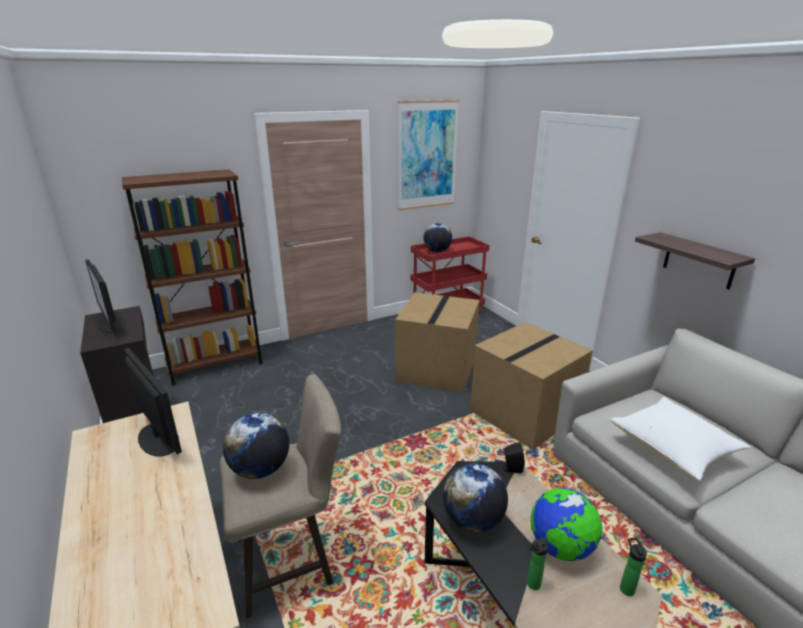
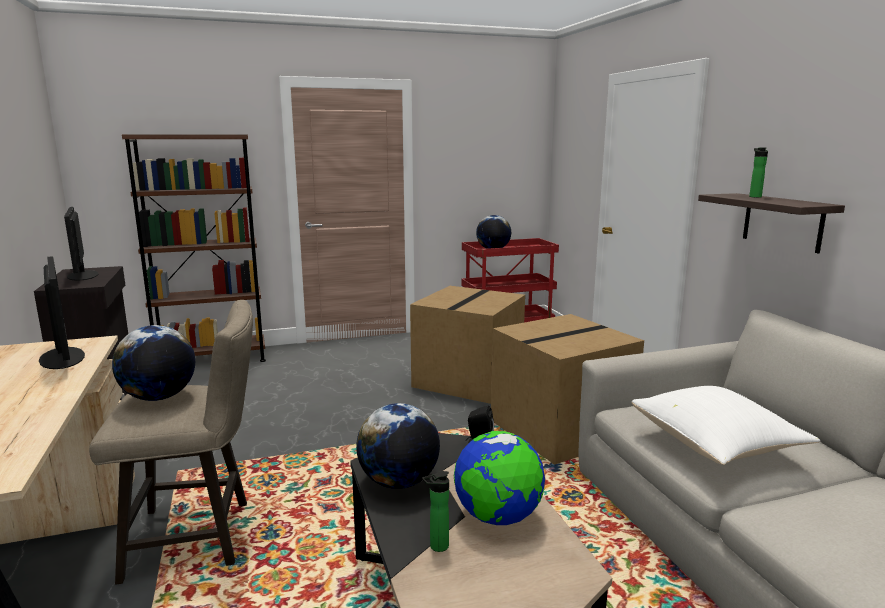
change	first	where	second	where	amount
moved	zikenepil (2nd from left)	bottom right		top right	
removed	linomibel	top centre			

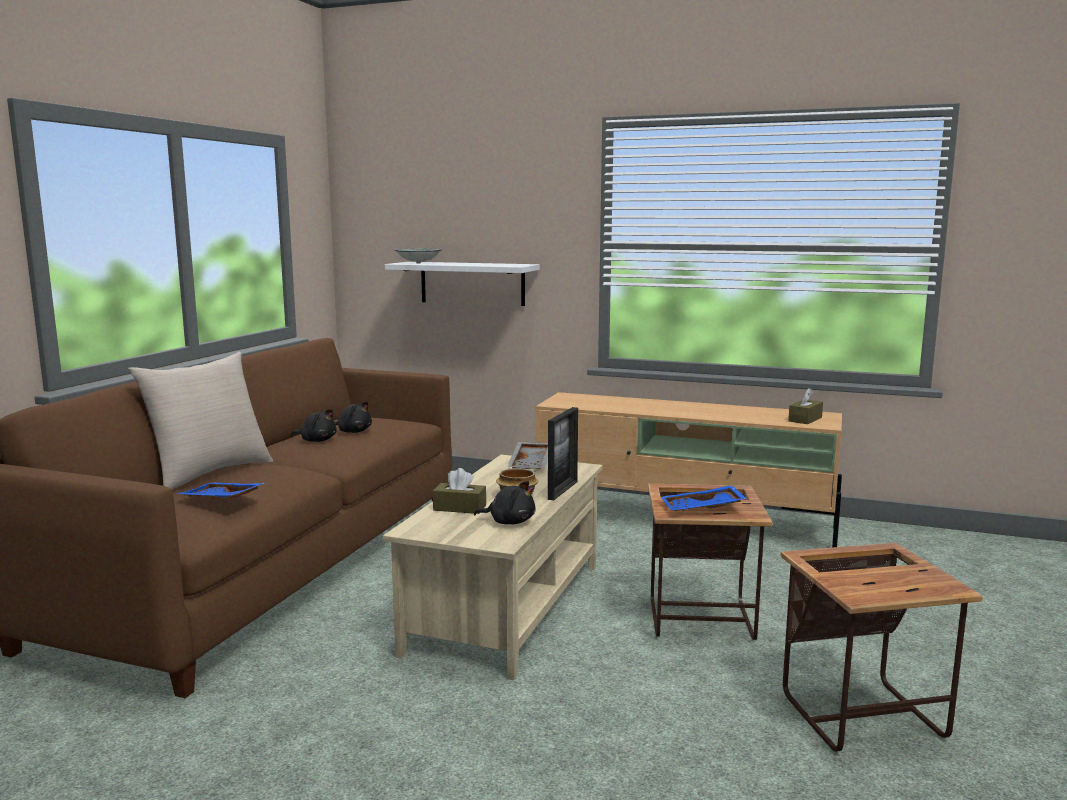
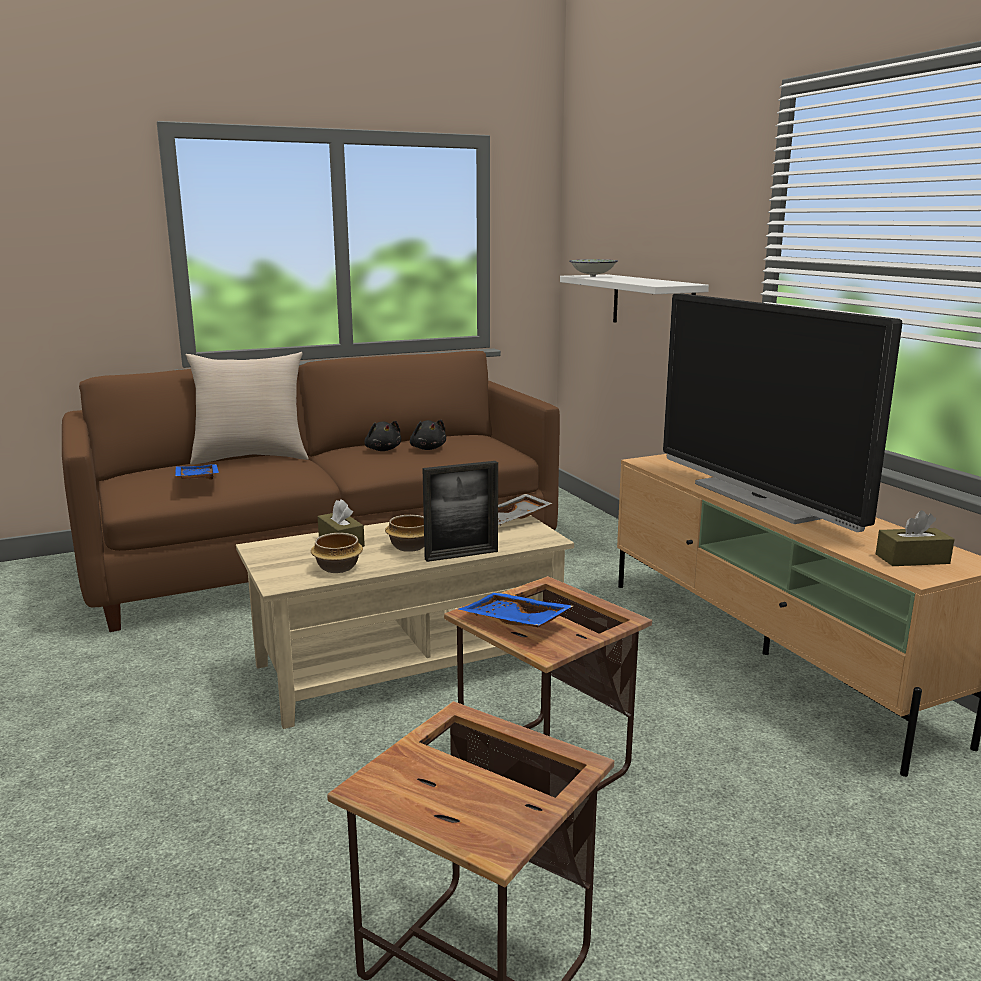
change	first	where	second	where	amount
replaced	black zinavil (3rd from left)	centre	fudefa (1st from left)	centre	
added			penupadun	middle right	

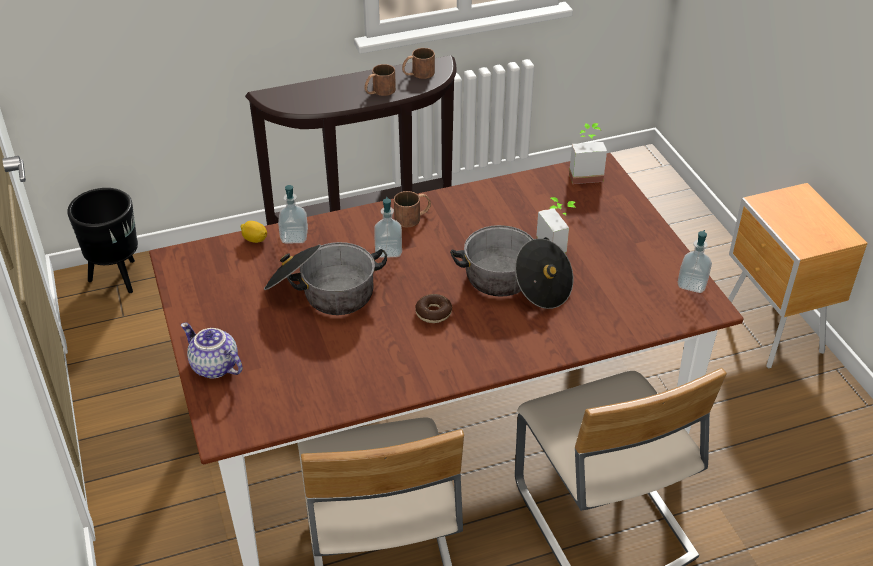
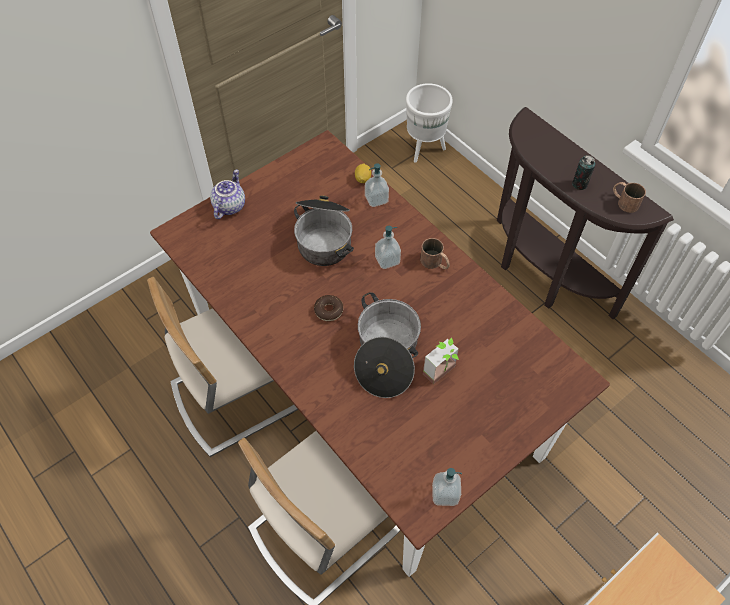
change	first	where	second	where	amount
recoloured	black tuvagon	middle left	white tuvagon	top centre	
replaced	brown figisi (1st from left)	top centre	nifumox	top right	
removed	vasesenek (2nd from left)	top right			

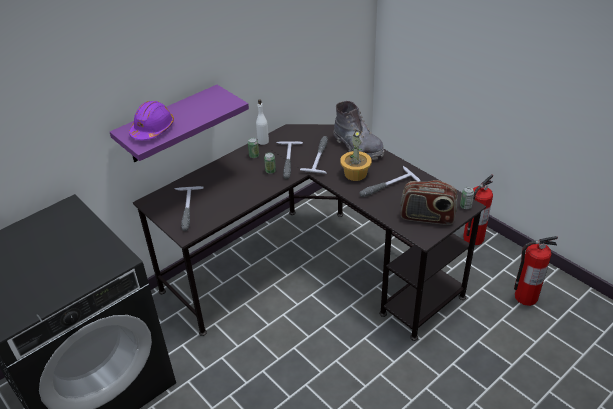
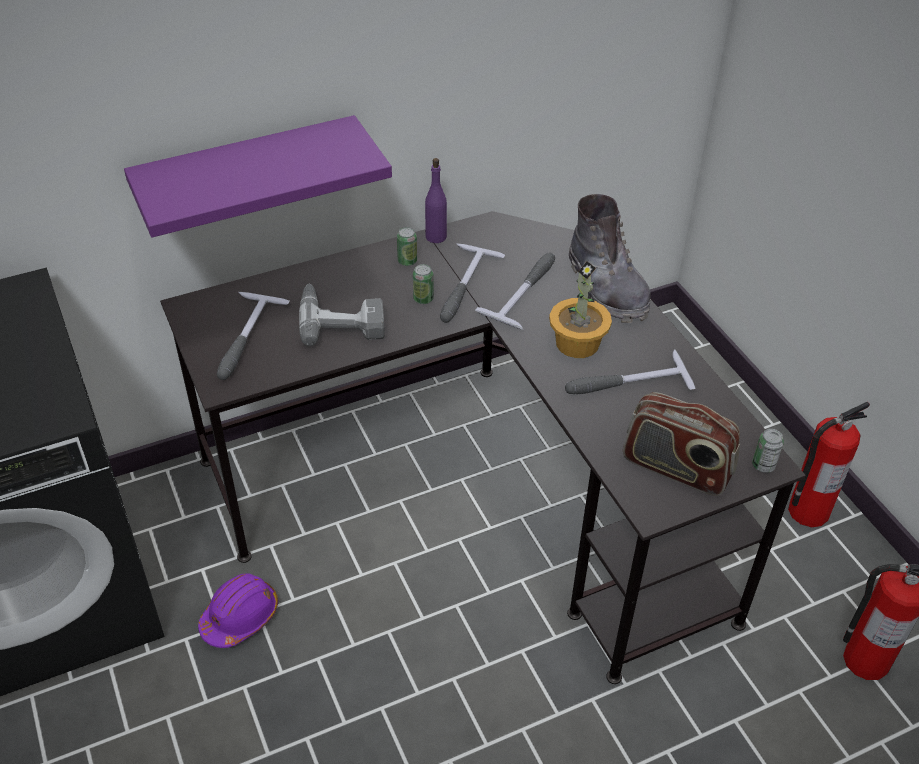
change	first	where	second	where	amount
moved	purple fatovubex	top left		bottom left	
added			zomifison	centre	
recoloured	white zikenepil	top centre	purple zikenepil	top centre	

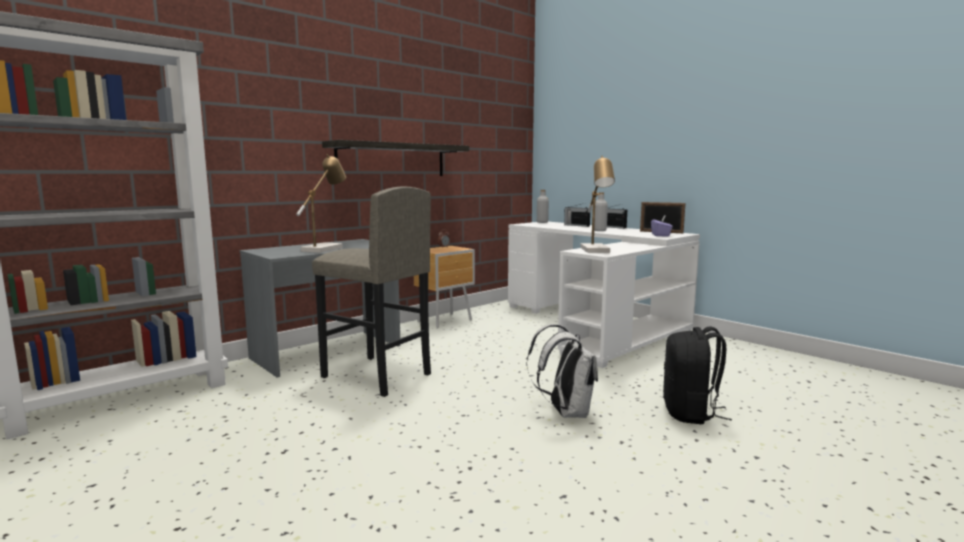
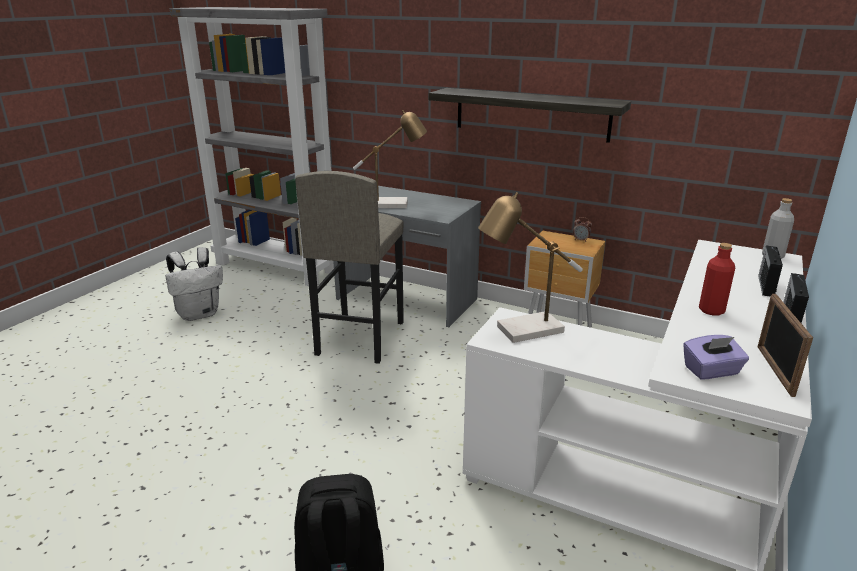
change	first	where	second	where	amount
moved	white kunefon	bottom centre		middle left	
recoloured	grey zikenepil (2nd from left)	centre	red zikenepil	middle right	

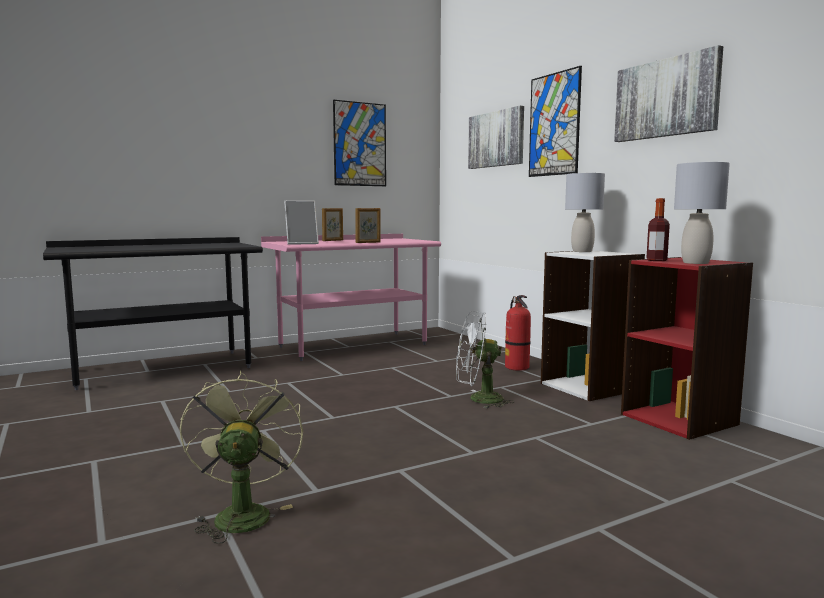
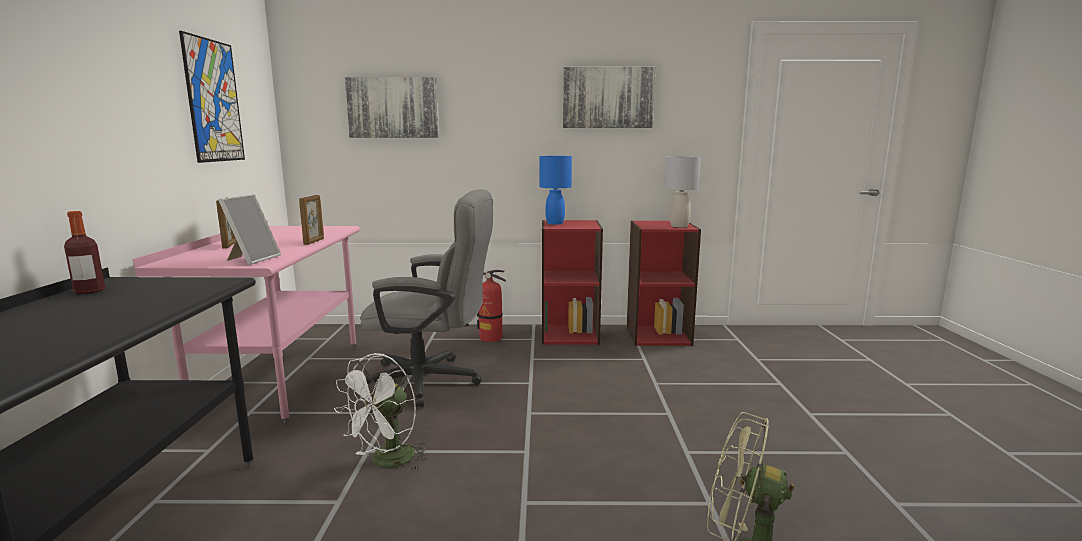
change	first	where	second	where	amount
moved	zikenepil	middle right		middle left	
moved	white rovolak	centre		bottom centre	
added			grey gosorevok	centre	
recoloured	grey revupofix (1st from left)	middle right	blue revupofix	centre	
recoloured	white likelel	middle right	red likelel (1st from left)	centre	
removed	linomibel (3rd from left)	top right			

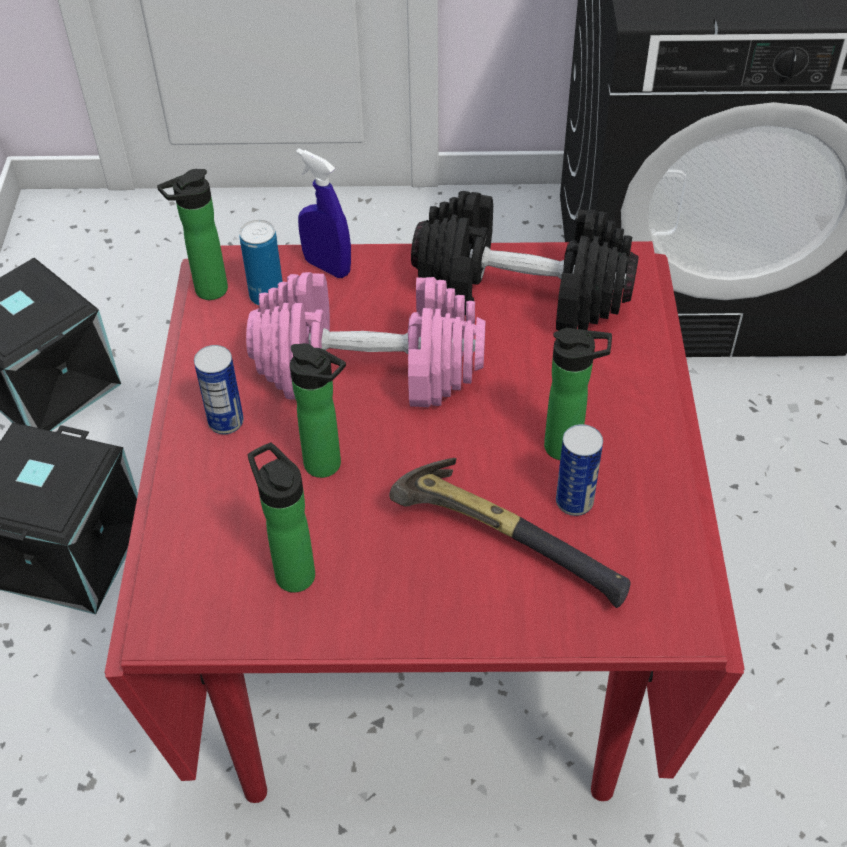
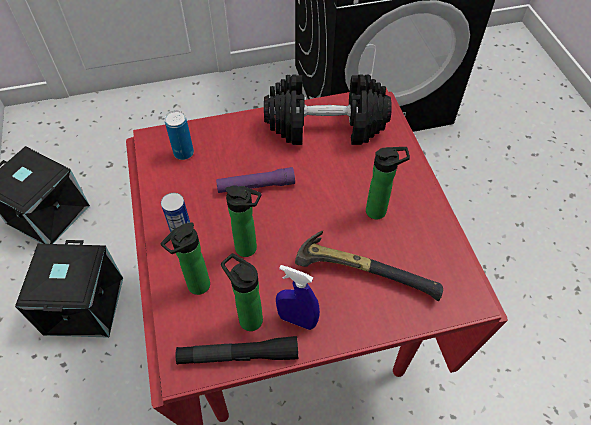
change	first	where	second	where	amount
moved	zikenepil (1st from left)	top left		middle left	
added			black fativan	bottom centre	
replaced	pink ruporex	centre	purple fativan	centre	
moved	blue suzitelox	top centre		bottom centre	
removed	nifumox (3rd from left)	middle right			

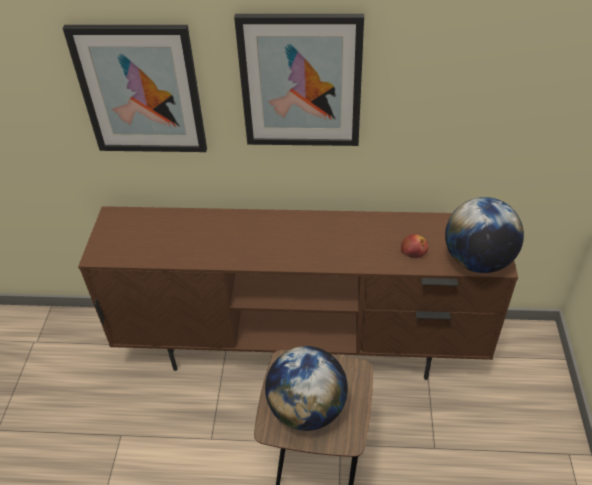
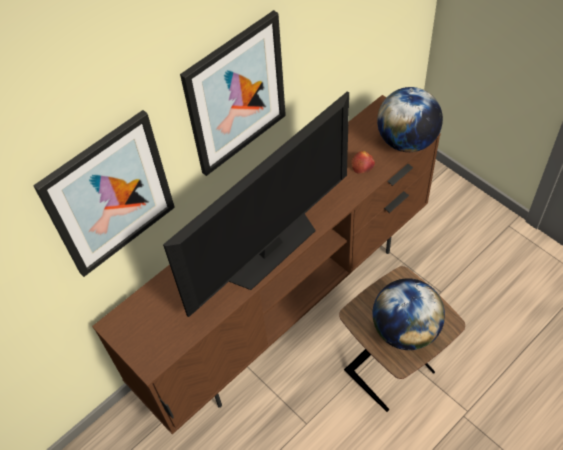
change	first	where	second	where	amount
added			penupadun	centre	

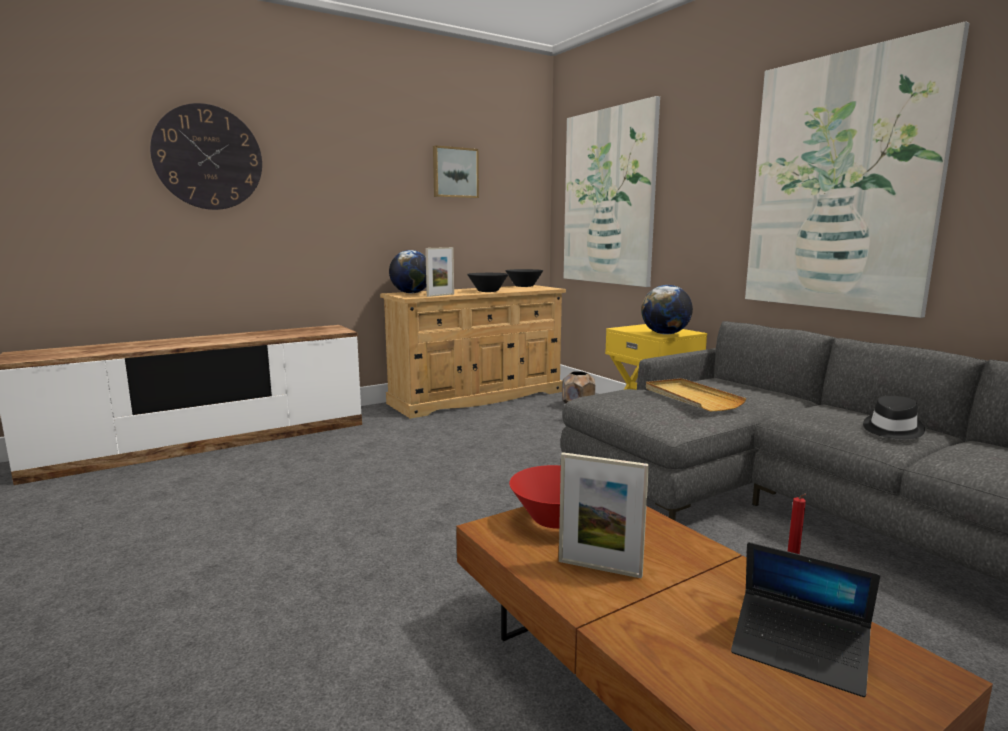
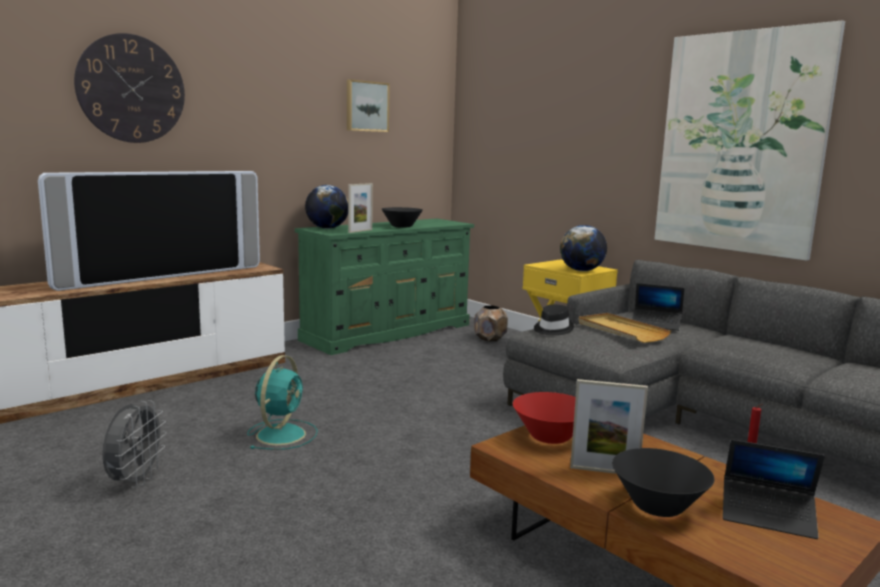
change	first	where	second	where	amount
added			penupadun	middle left	
added			grey rovolak	bottom left	
added			turquoise rovolak	bottom left	
recoloured	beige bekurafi	centre	green bekurafi	centre	
moved	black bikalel	middle right		centre	
moved	black fudefa (2nd from left)	centre		bottom right	
added			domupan (1st from left)	middle right	
removed	linomibel (2nd from left)	top centre			

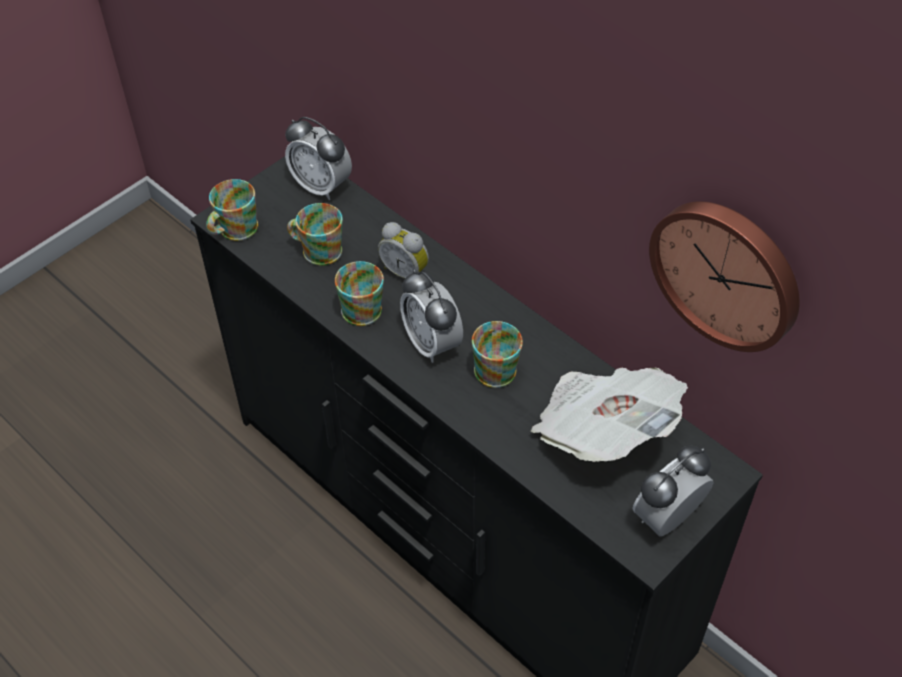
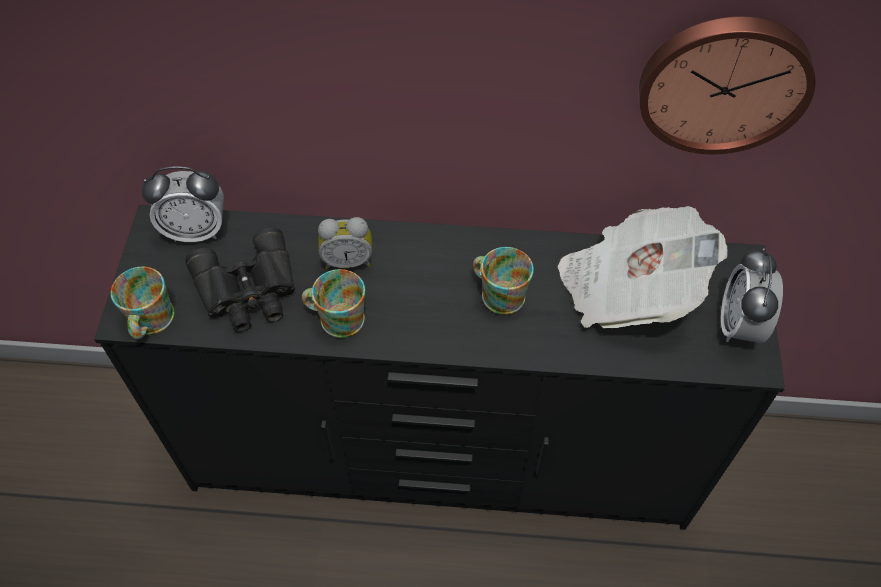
change	first	where	second	where	amount
replaced	figisi (2nd from left)	centre	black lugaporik	middle left	
removed	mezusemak (3rd from left)	centre			

